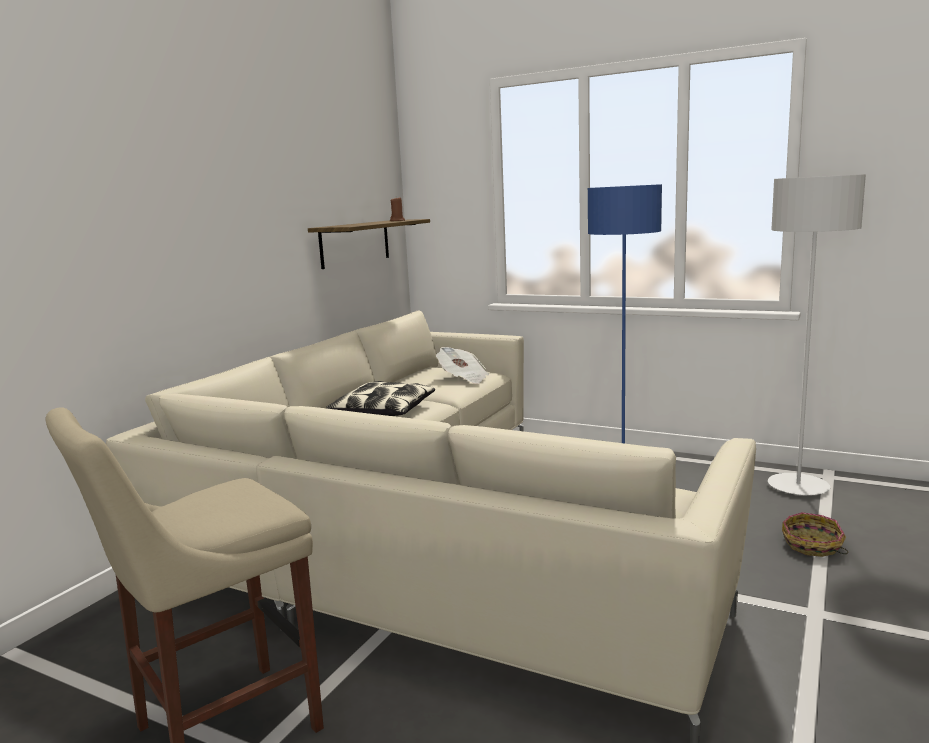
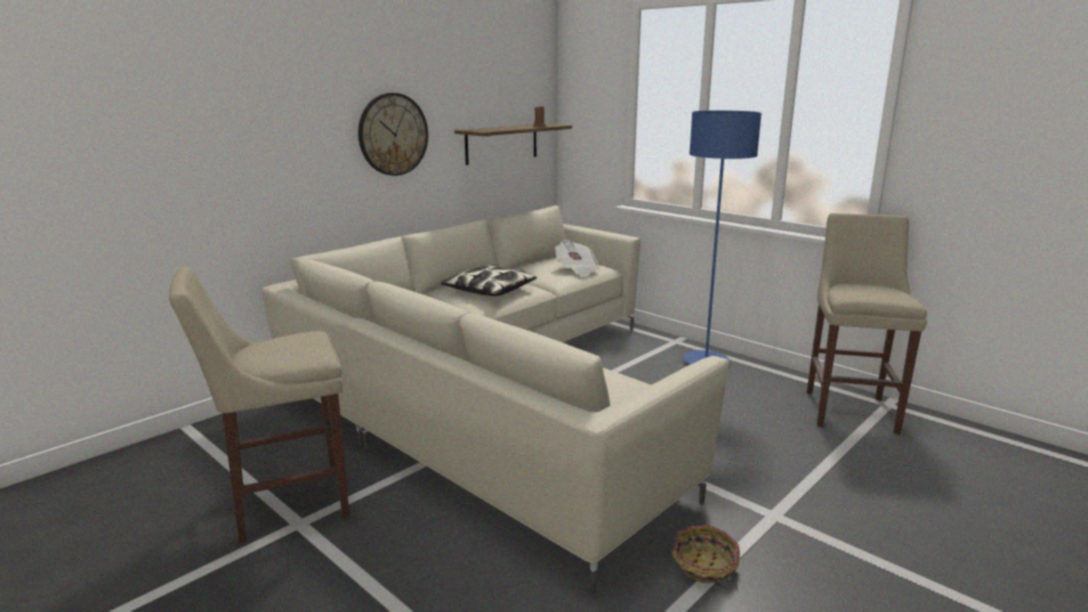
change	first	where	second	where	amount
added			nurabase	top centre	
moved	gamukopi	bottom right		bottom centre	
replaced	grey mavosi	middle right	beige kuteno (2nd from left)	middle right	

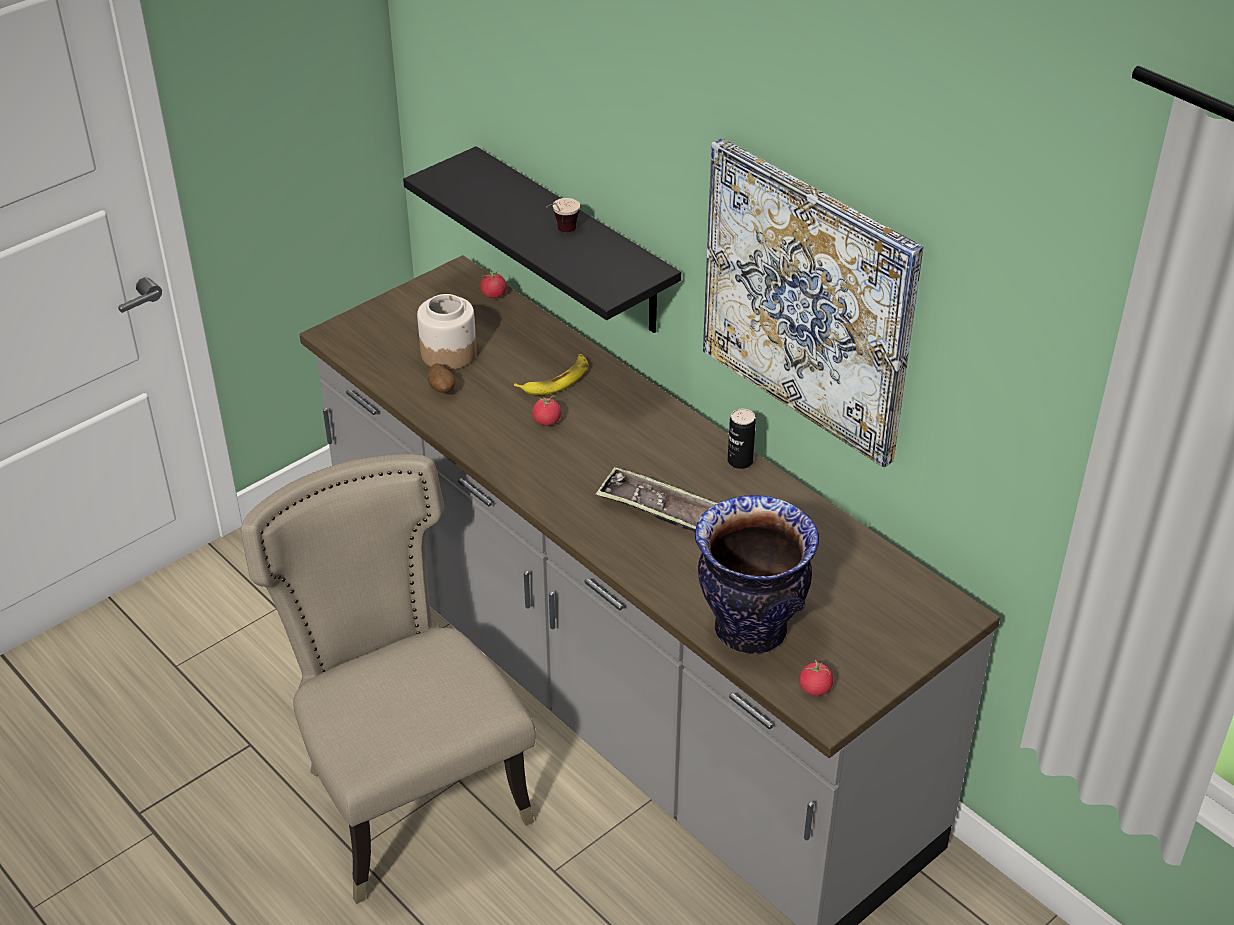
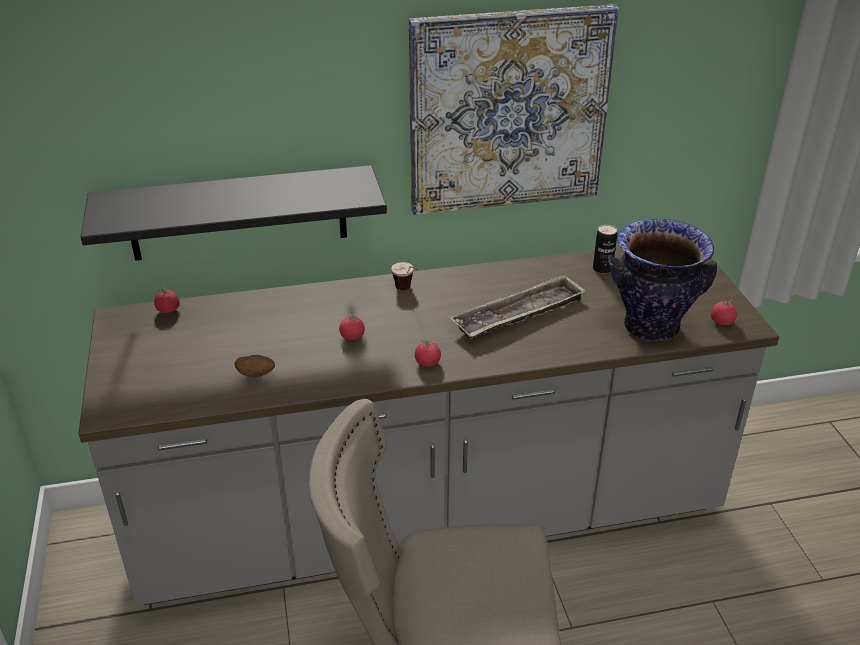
change	first	where	second	where	amount
moved	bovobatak	top centre		centre	
added			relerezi (3rd from left)	centre	
moved	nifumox	centre		middle right	
removed	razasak	centre			
removed	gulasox	centre			

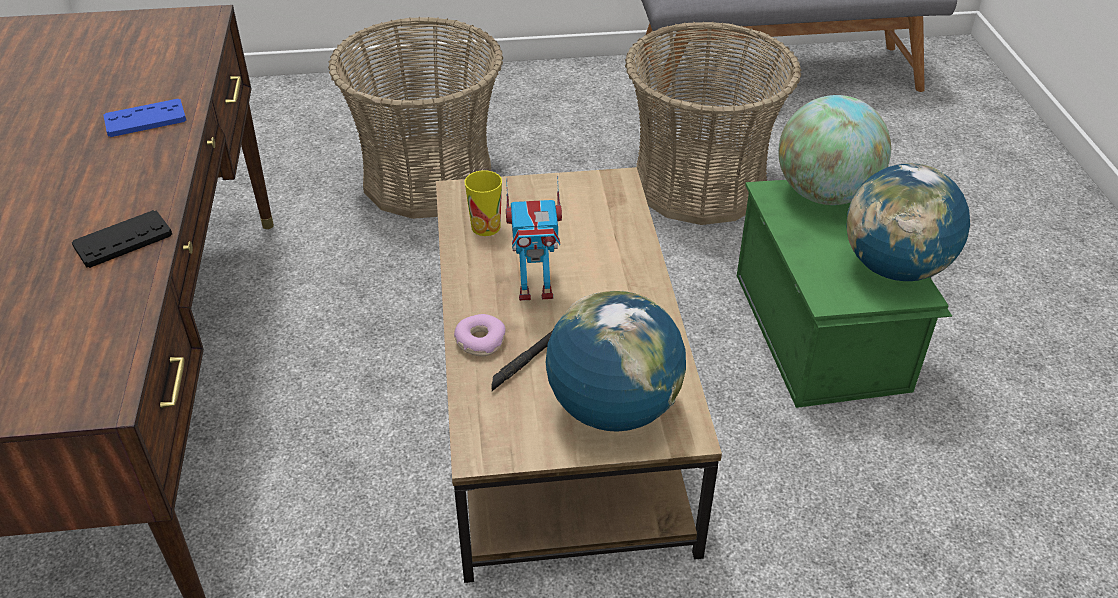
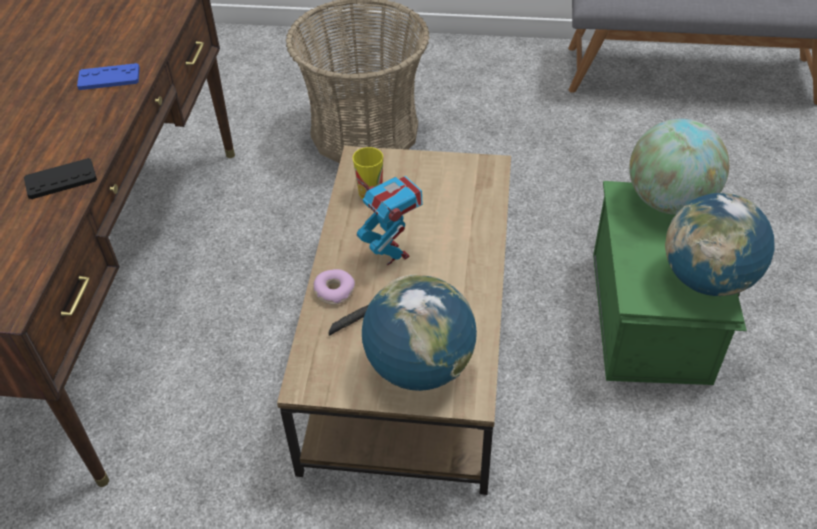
change	first	where	second	where	amount
turned	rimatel	centre		centre	135 degrees counterclockwise
removed	gamukopi (2nd from left)	top centre			

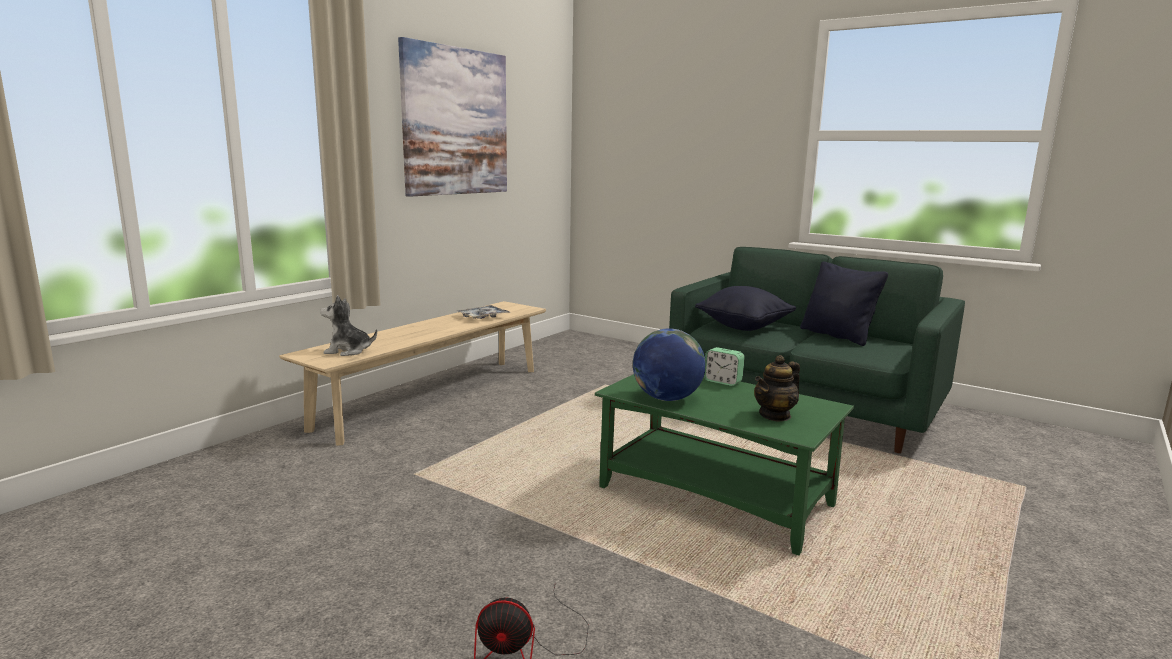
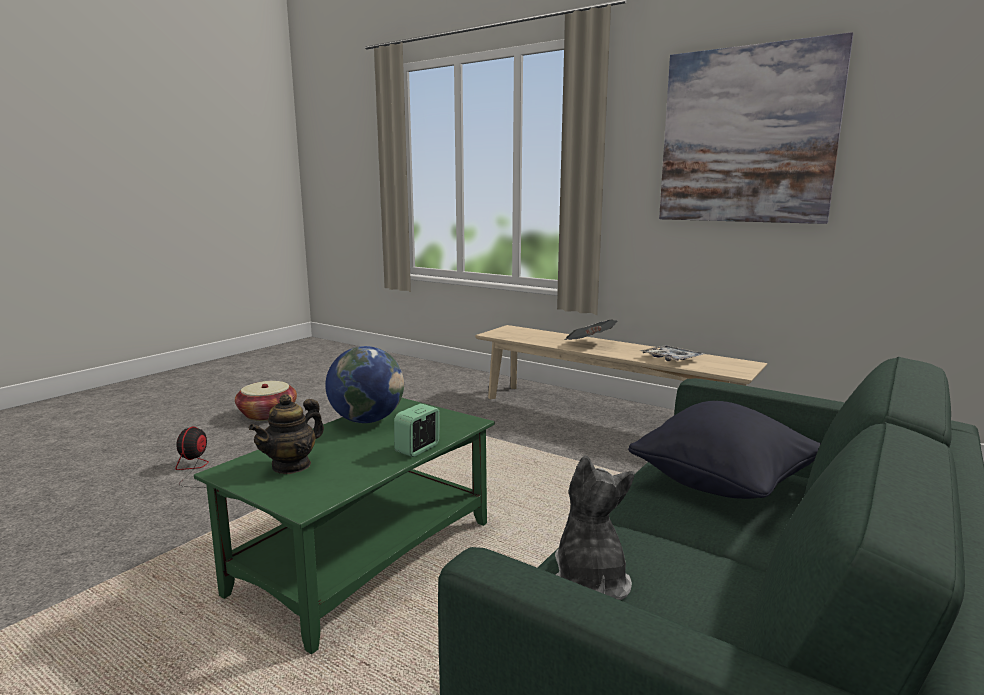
change	first	where	second	where	amount
added			gamukopi	middle left	
turned	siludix	centre		middle left	105 degrees counterclockwise
moved	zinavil	middle left		bottom centre	
added			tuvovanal	centre	
removed	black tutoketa (2nd from left)	middle right			

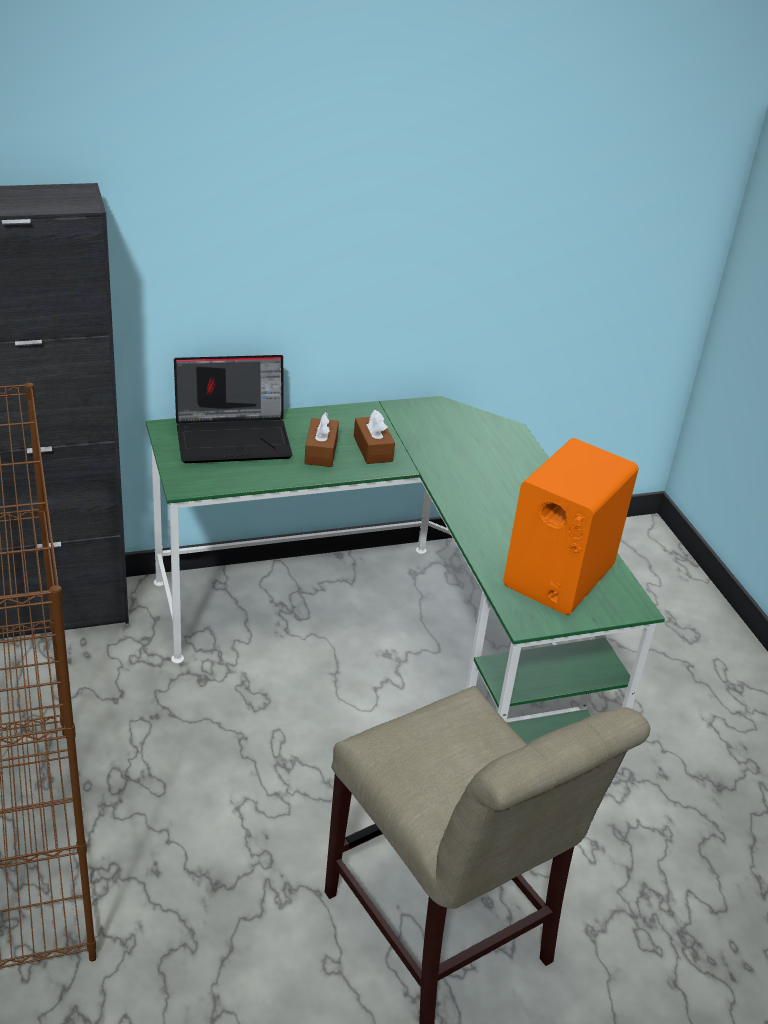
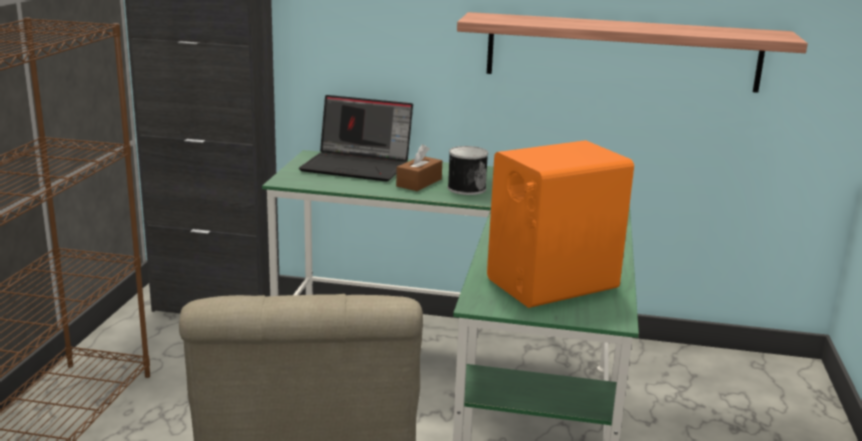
change	first	where	second	where	amount
replaced	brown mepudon (2nd from left)	centre	nifumox	centre	
added			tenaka	top right	

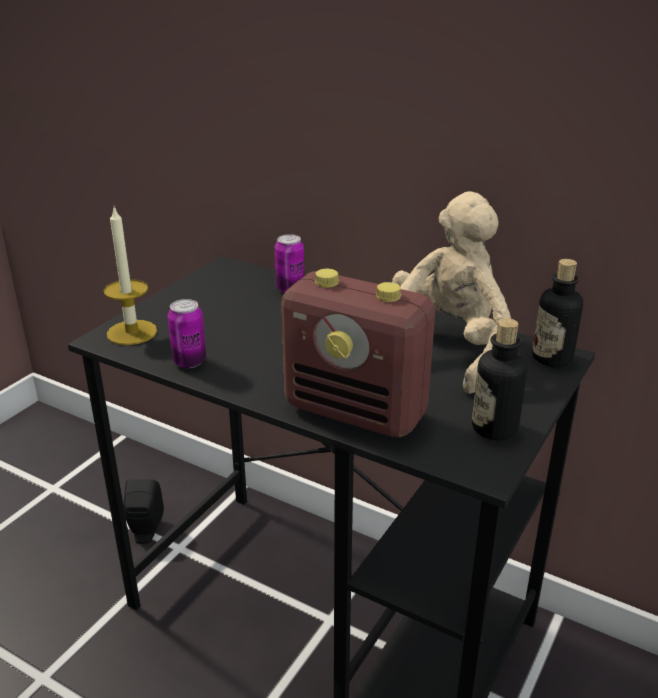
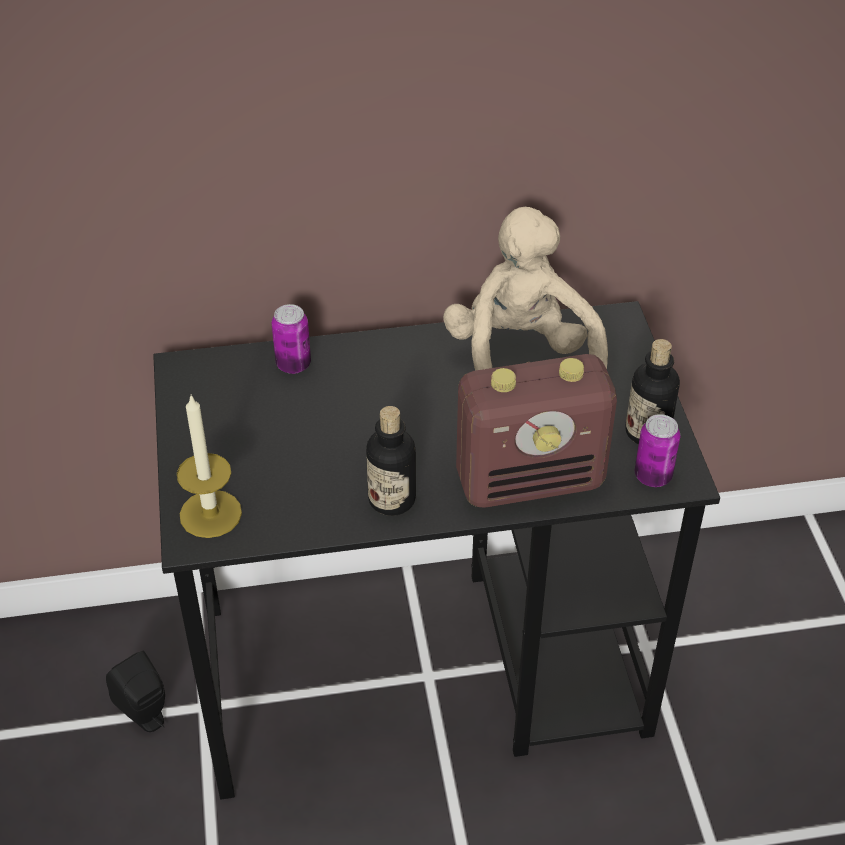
change	first	where	second	where	amount
moved	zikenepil (2nd from left in the first image)	middle right	zikenepil (1st from left)	centre	
moved	nifumox (1st from left in the first image)	middle left	nifumox (2nd from left)	middle right	

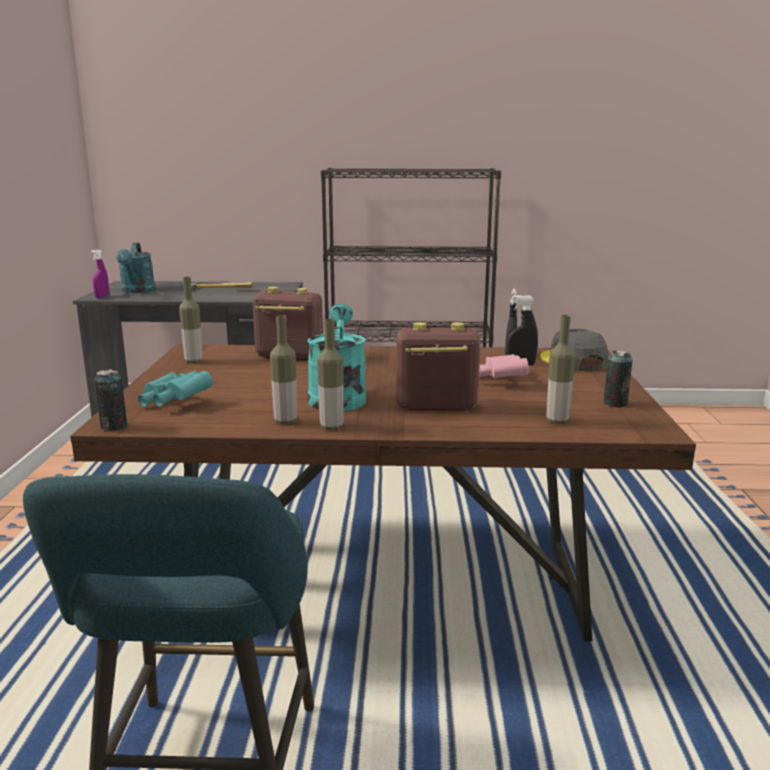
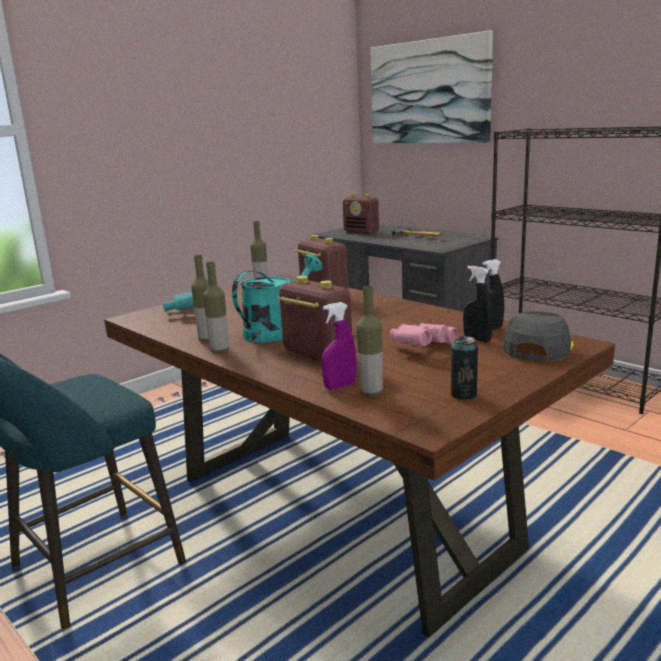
change	first	where	second	where	amount
moved	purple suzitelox	middle left		centre	
replaced	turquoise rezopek (1st from left)	middle left	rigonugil (3rd from left)	top centre	
added			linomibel	top centre	
removed	nifumox (1st from left)	middle left			

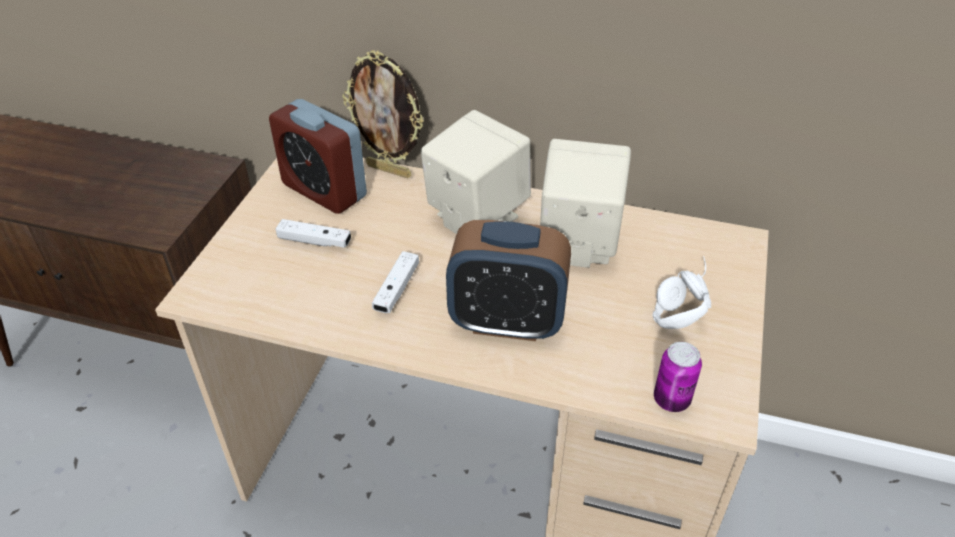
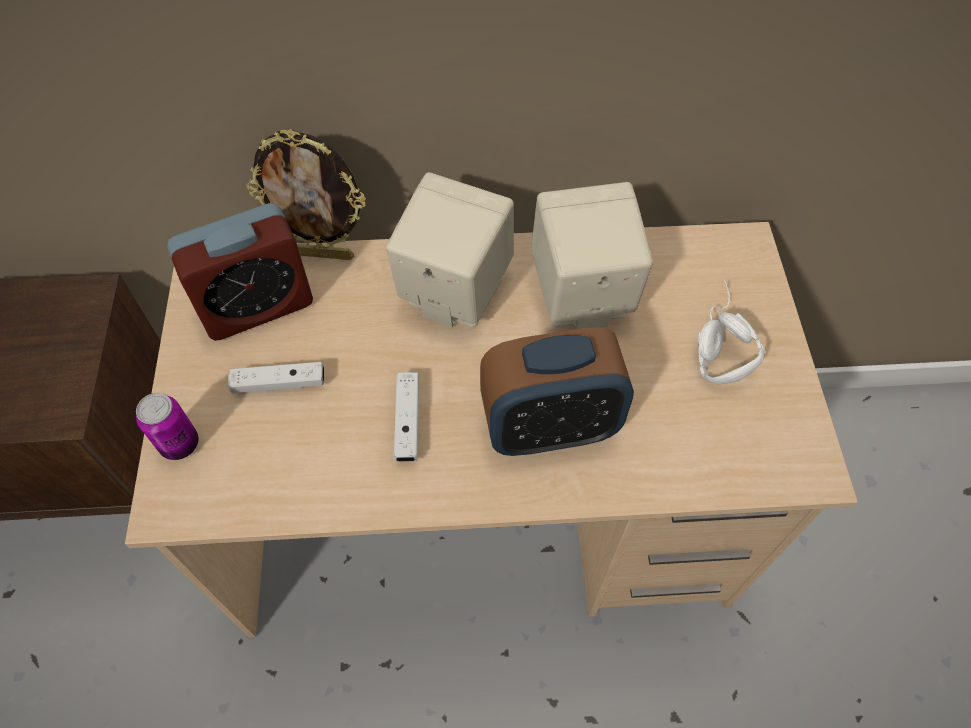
change	first	where	second	where	amount
moved	nifumox	bottom right		middle left	
turned	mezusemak (1st from left)	top left		middle left	45 degrees counterclockwise

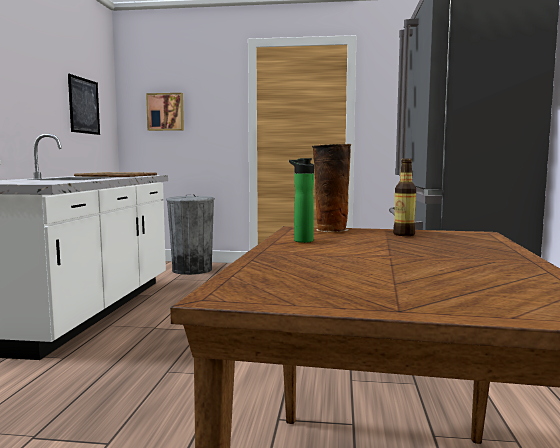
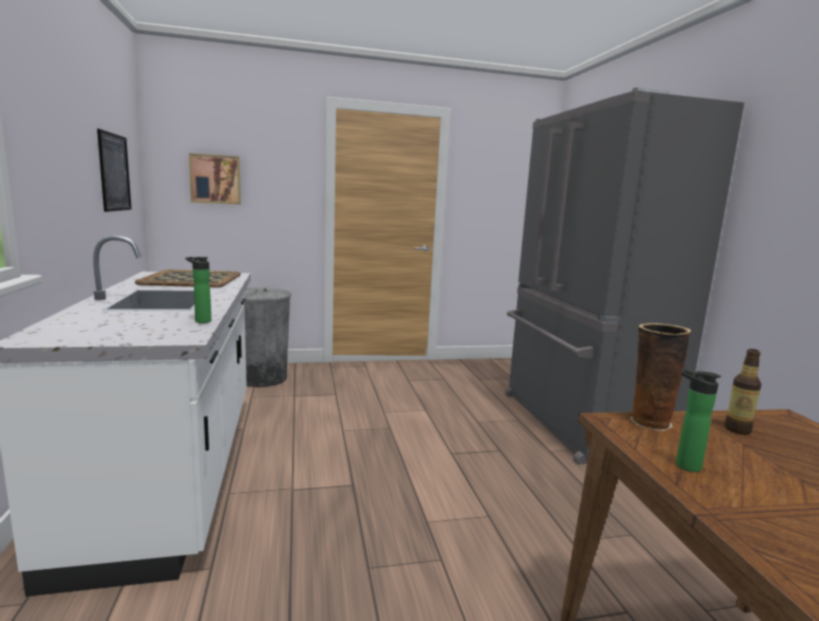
change	first	where	second	where	amount
added			zikenepil (1st from left)	middle left	

